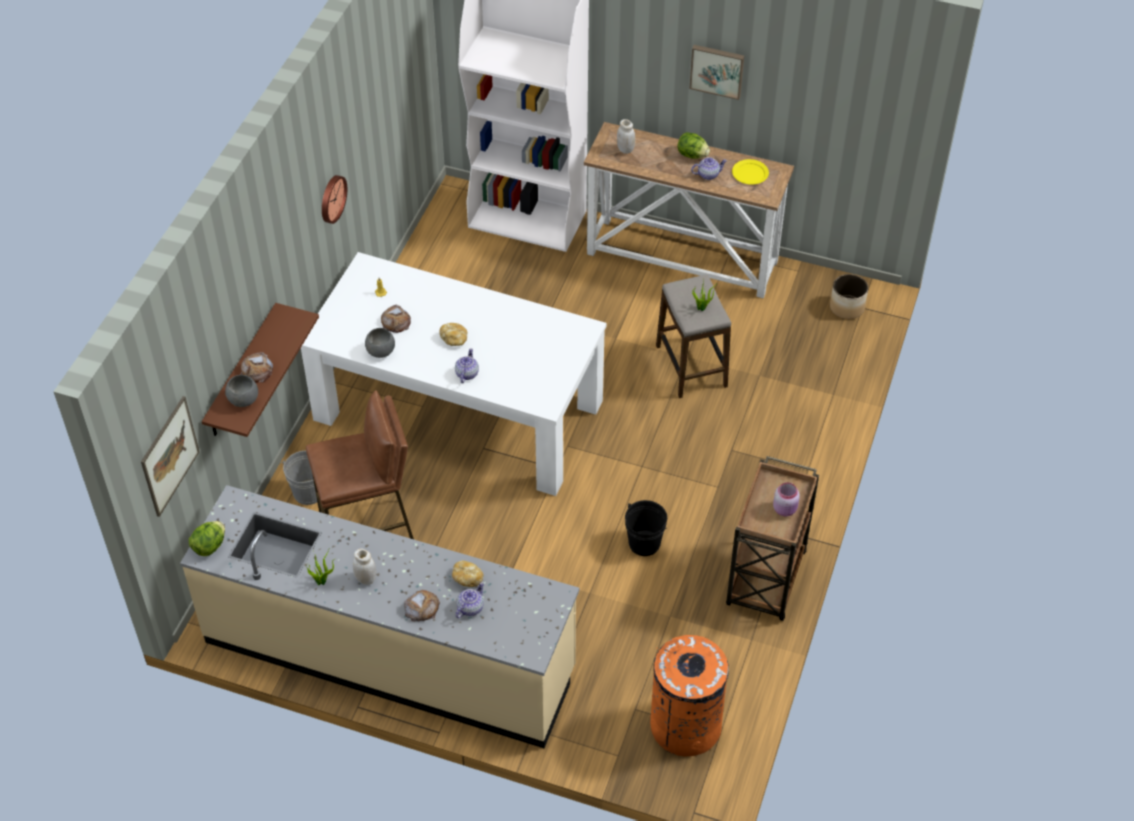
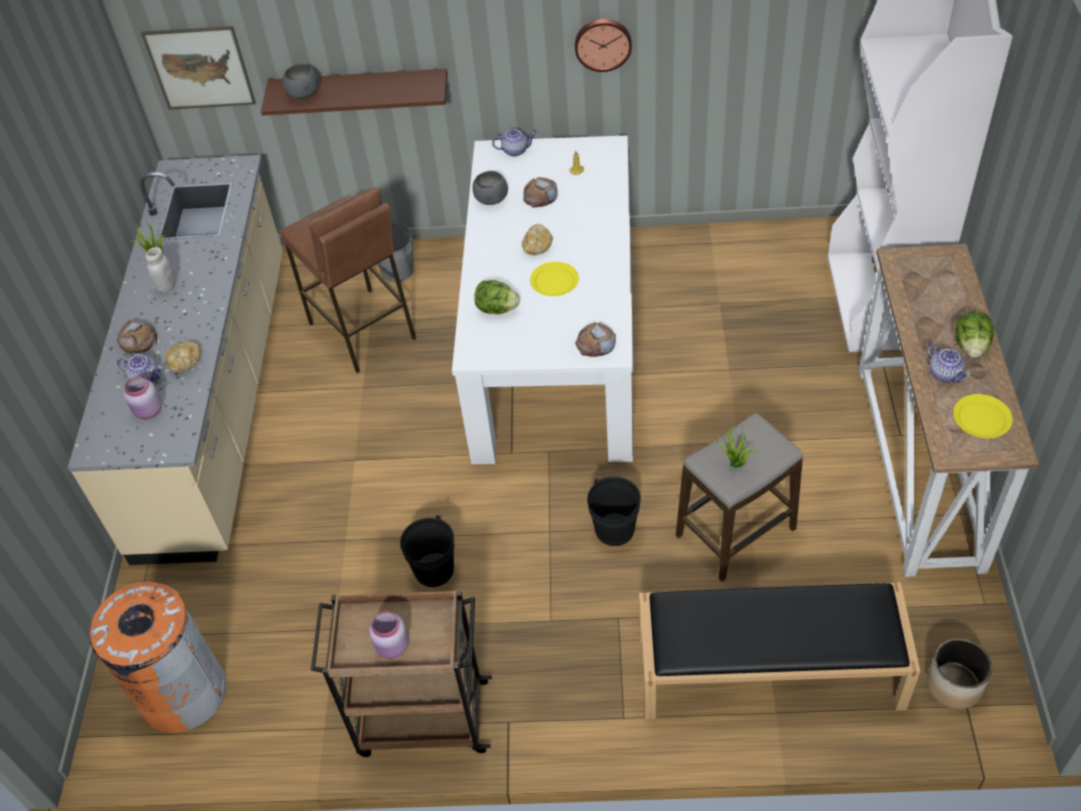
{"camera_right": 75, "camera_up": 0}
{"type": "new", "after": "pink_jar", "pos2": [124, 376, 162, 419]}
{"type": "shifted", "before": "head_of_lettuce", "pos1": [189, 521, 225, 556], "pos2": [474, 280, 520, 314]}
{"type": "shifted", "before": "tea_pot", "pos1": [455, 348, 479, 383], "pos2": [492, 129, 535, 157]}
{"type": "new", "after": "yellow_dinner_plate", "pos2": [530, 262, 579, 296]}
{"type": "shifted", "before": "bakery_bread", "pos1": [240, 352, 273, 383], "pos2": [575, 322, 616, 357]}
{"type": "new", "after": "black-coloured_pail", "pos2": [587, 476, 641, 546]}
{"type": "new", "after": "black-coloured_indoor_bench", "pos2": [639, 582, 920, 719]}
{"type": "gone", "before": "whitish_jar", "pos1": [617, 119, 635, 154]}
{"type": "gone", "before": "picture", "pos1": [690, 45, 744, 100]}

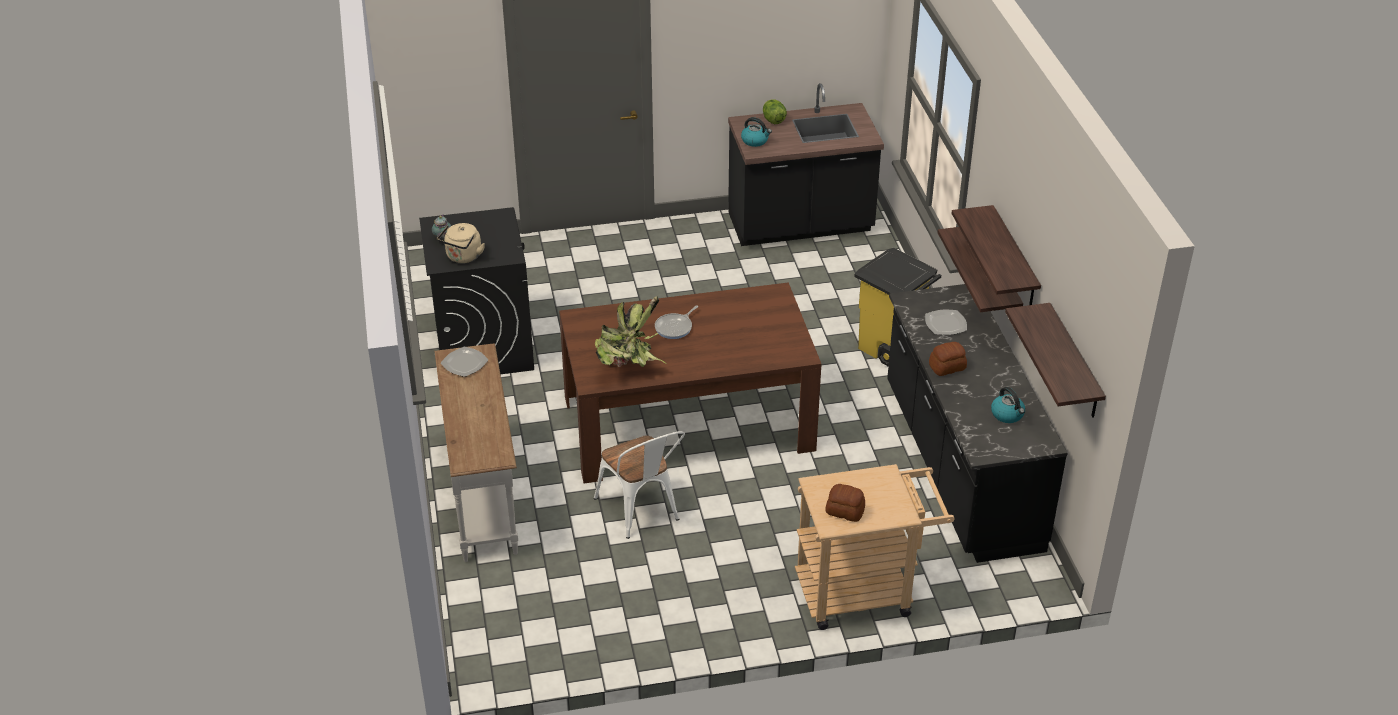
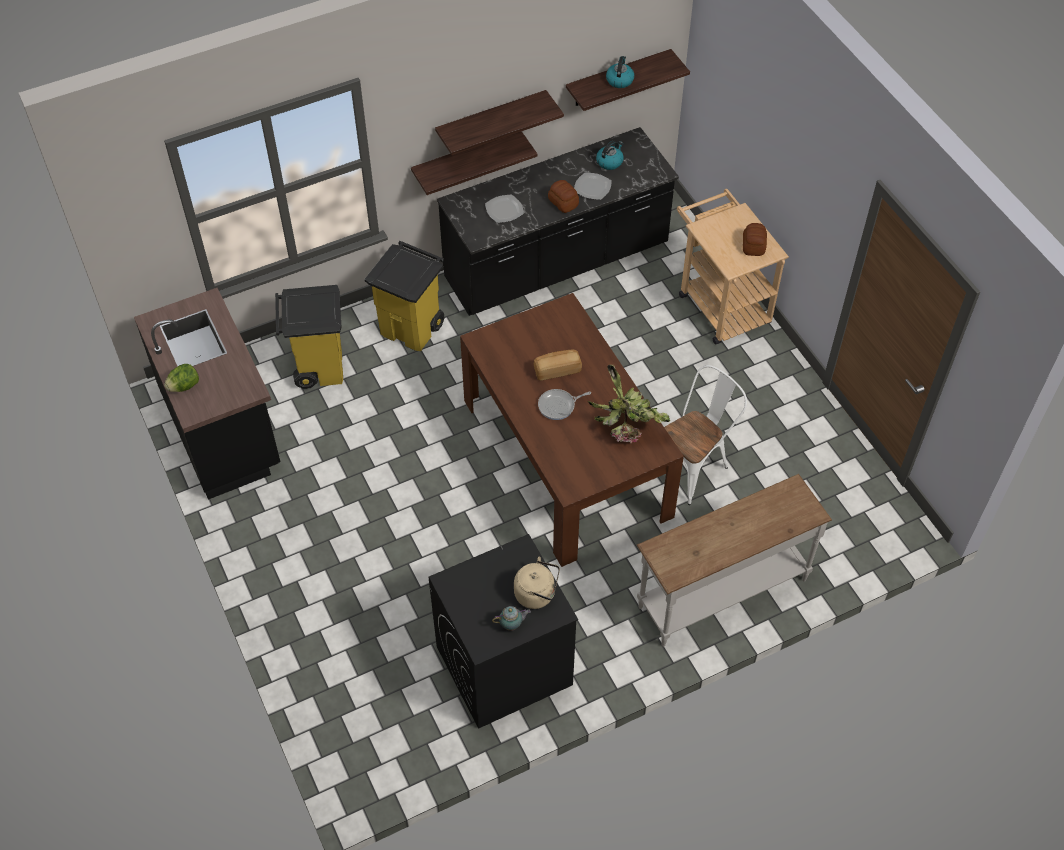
{"camera_right": -105, "camera_up": 15}
{"type": "new", "after": "yellow_trash_can", "pos2": [275, 285, 343, 389]}
{"type": "new", "after": "bakery_bread", "pos2": [534, 350, 582, 381]}
{"type": "rotated", "before": "pan", "pos1": [655, 305, 698, 339], "pos2": [538, 389, 591, 420], "turn": 135}
{"type": "shifted", "before": "dinner_plate", "pos1": [441, 346, 488, 377], "pos2": [574, 172, 612, 200]}
{"type": "shifted", "before": "kettle", "pos1": [741, 117, 772, 147], "pos2": [606, 56, 634, 88]}

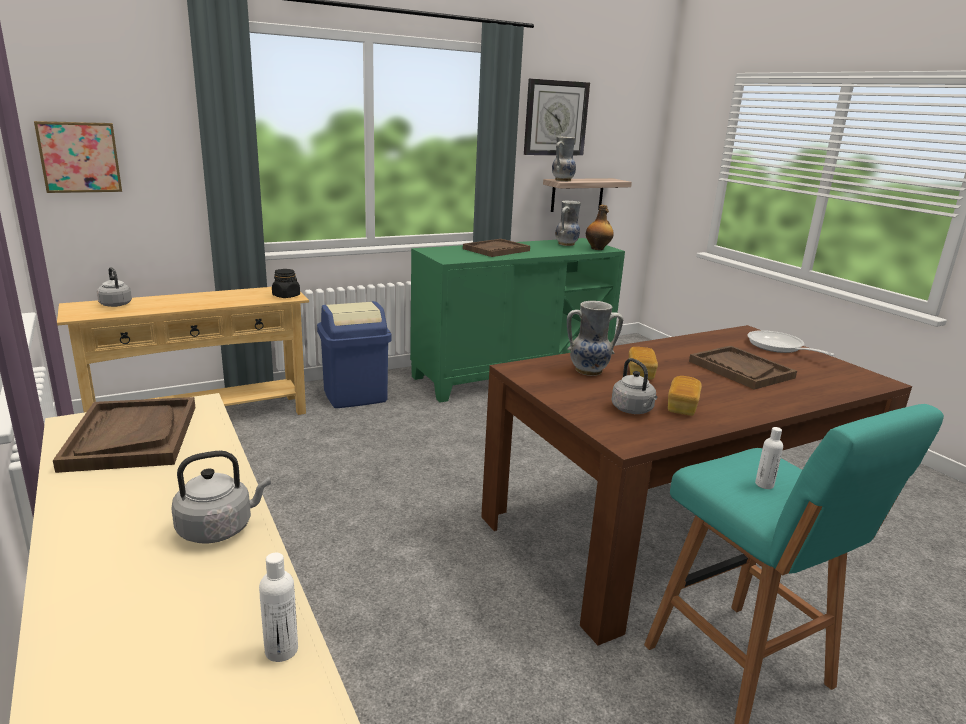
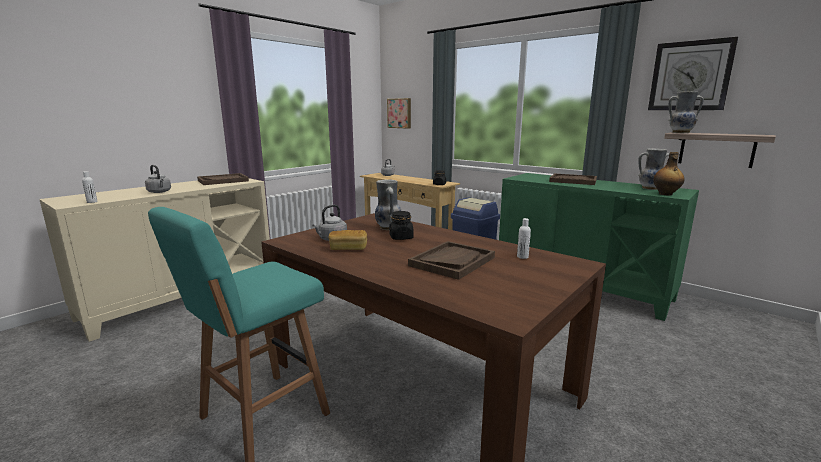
{"camera_right": 70, "camera_up": -5}
{"type": "swapped", "before": "bakery_bread", "after": "black-coloured_jar", "pos1": [629, 347, 658, 380], "pos2": [389, 211, 414, 240]}
{"type": "shifted", "before": "whitish_beverage_bottle", "pos1": [755, 427, 783, 489], "pos2": [517, 218, 531, 259]}
{"type": "gone", "before": "pan", "pos1": [747, 330, 835, 356]}

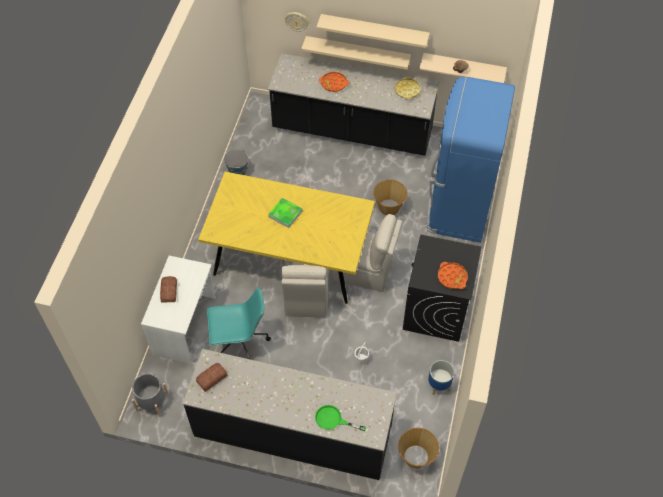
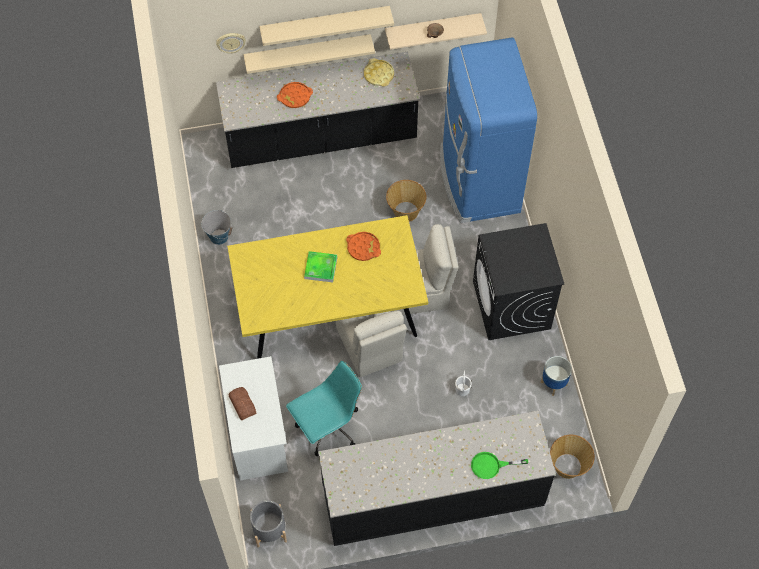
{"camera_right": -25, "camera_up": 5}
{"type": "shifted", "before": "orange-coloured_tray", "pos1": [438, 262, 468, 289], "pos2": [346, 232, 381, 261]}
{"type": "gone", "before": "bakery_bread", "pos1": [196, 363, 227, 392]}

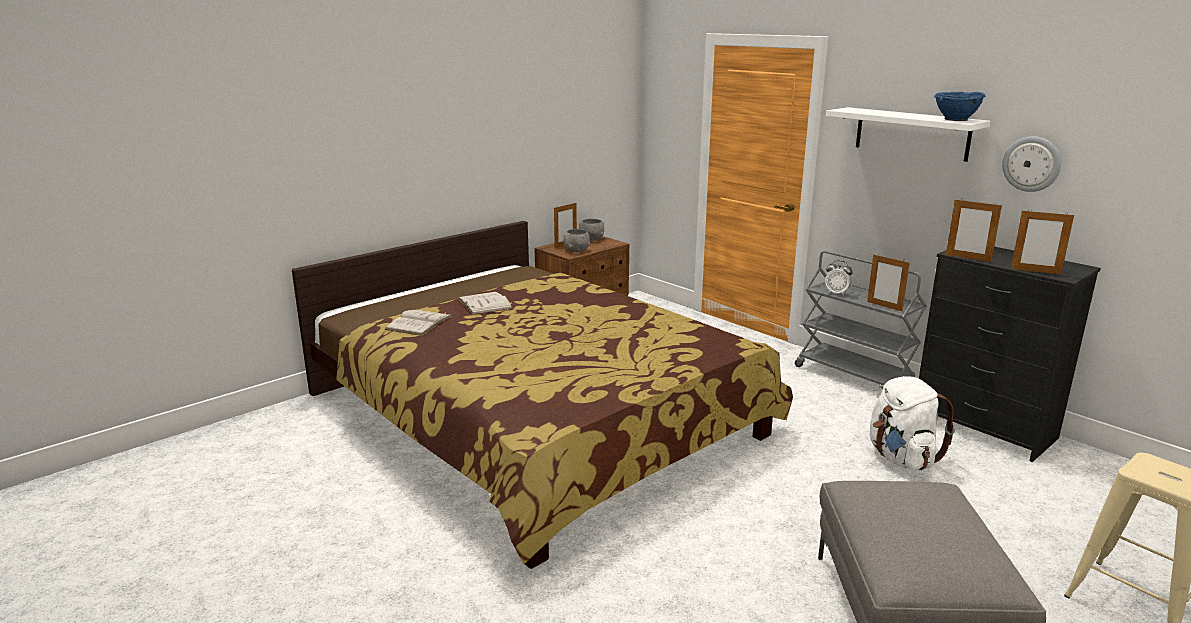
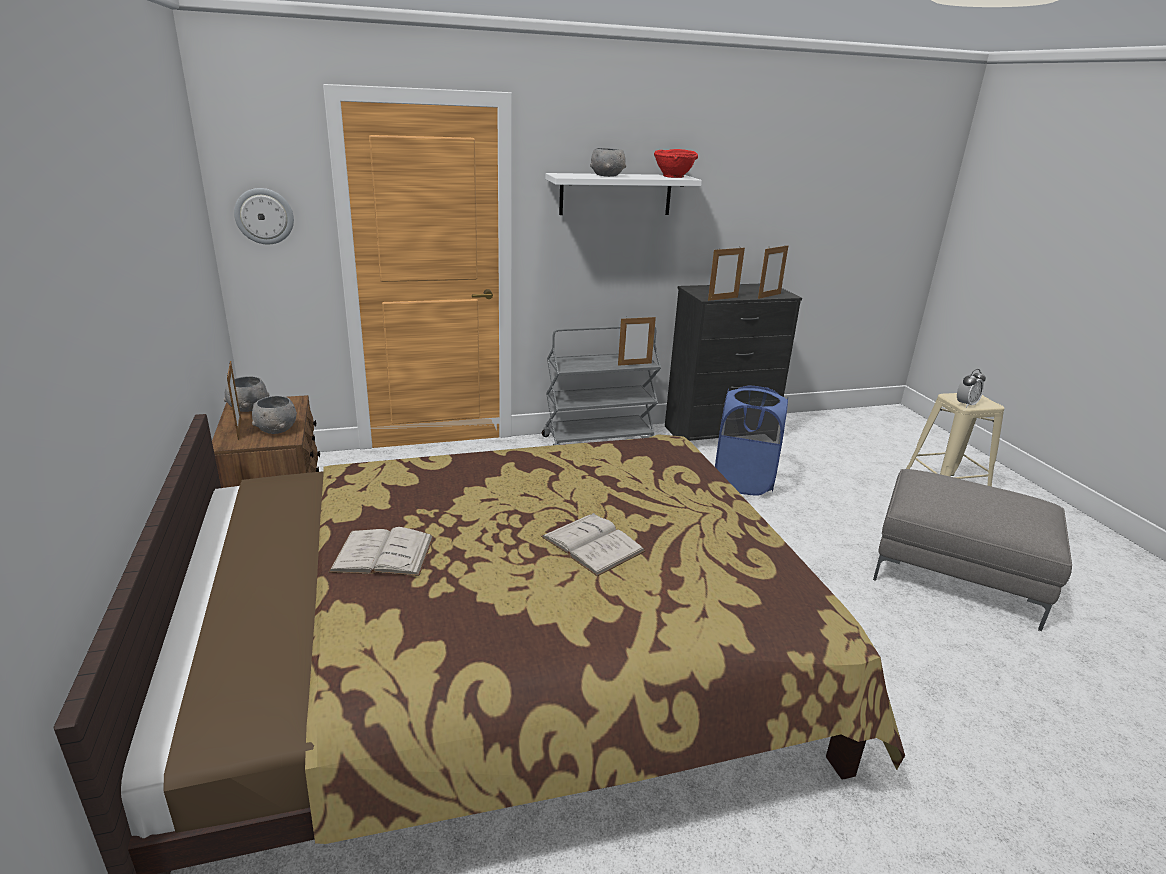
{"camera_right": -65, "camera_up": 5}
{"type": "shifted", "before": "clock_on_the_wall", "pos1": [1002, 136, 1061, 192], "pos2": [234, 188, 294, 245]}
{"type": "shifted", "before": "whitish_book", "pos1": [384, 309, 452, 336], "pos2": [541, 513, 645, 576]}
{"type": "new", "after": "greyish_bowl", "pos2": [590, 148, 626, 177]}
{"type": "repainted", "before": "bluish_bowl", "after": "red_bowl", "pos1": [934, 92, 986, 121], "pos2": [654, 149, 698, 178]}
{"type": "swapped", "before": "whitish_backpack", "after": "bluish_hamper", "pos1": [870, 376, 955, 471], "pos2": [715, 385, 788, 496]}
{"type": "shifted", "before": "table_clock", "pos1": [825, 260, 853, 295], "pos2": [957, 369, 986, 408]}

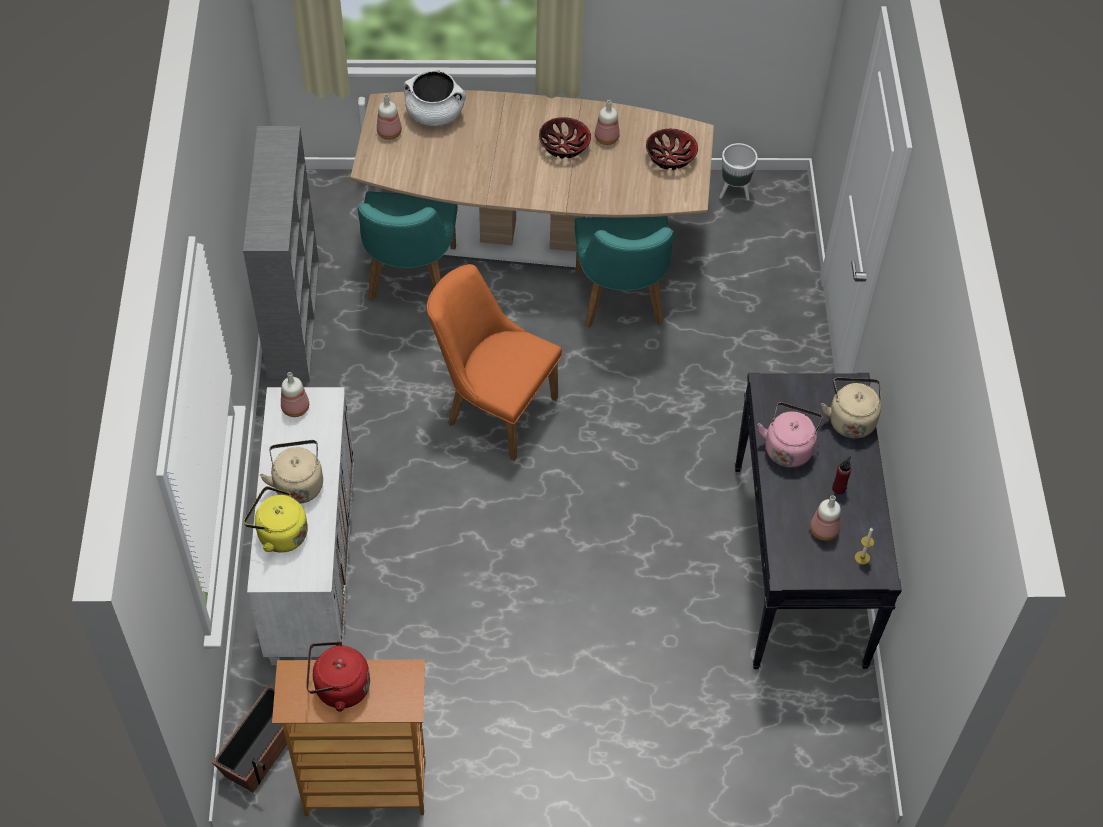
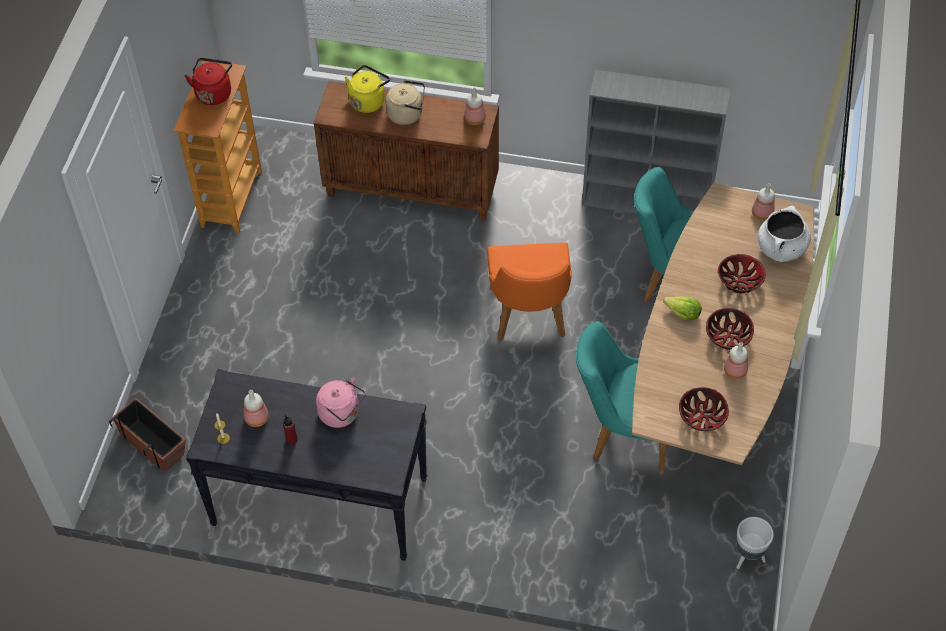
{"camera_right": 105, "camera_up": 0}
{"type": "shifted", "before": "flower_pot", "pos1": [212, 685, 287, 793], "pos2": [109, 398, 186, 472]}
{"type": "repainted", "before": "whitish_cabinet", "after": "brown_cabinet", "pos1": [247, 387, 354, 665], "pos2": [314, 81, 499, 221]}
{"type": "rotated", "before": "orange-coloured_chair", "pos1": [427, 264, 562, 461], "pos2": [487, 243, 572, 341], "turn": 135}
{"type": "new", "after": "head_of_lettuce", "pos2": [663, 297, 702, 320]}
{"type": "new", "after": "bowl", "pos2": [718, 254, 766, 293]}
{"type": "gone", "before": "beige_kettle", "pos1": [821, 378, 881, 439]}

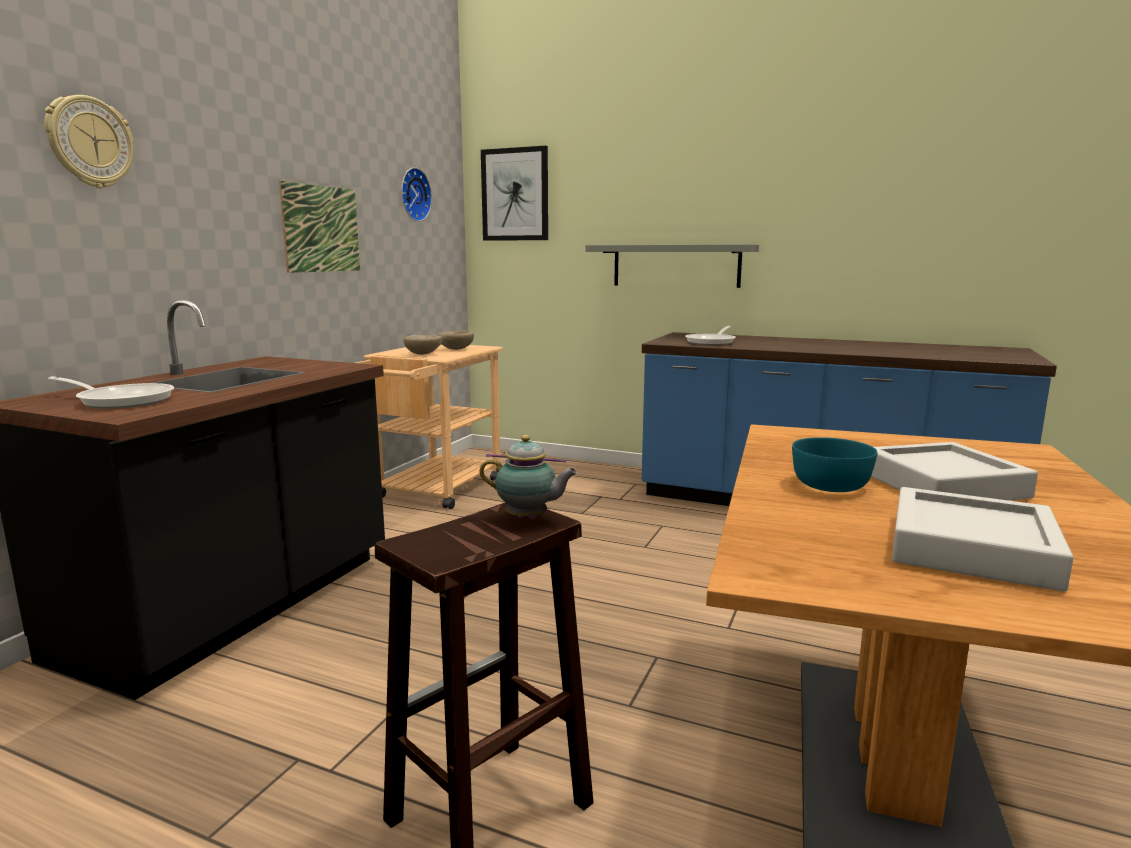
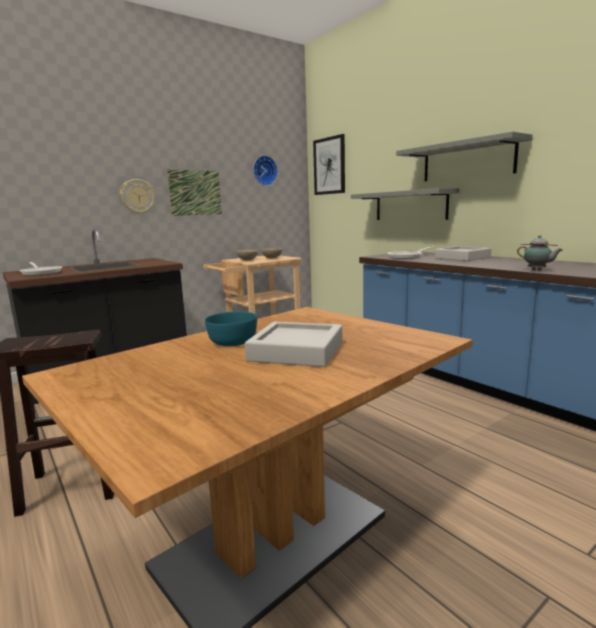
{"camera_right": 30, "camera_up": 0}
{"type": "shifted", "before": "clock_on_the_wall", "pos1": [44, 95, 133, 188], "pos2": [120, 179, 155, 215]}
{"type": "new", "after": "greyish_bracket_shelf", "pos2": [396, 131, 533, 181]}
{"type": "shifted", "before": "greyish_tray", "pos1": [892, 487, 1073, 592], "pos2": [435, 246, 491, 261]}
{"type": "shifted", "before": "tea_pot", "pos1": [479, 435, 578, 519], "pos2": [517, 235, 563, 271]}

